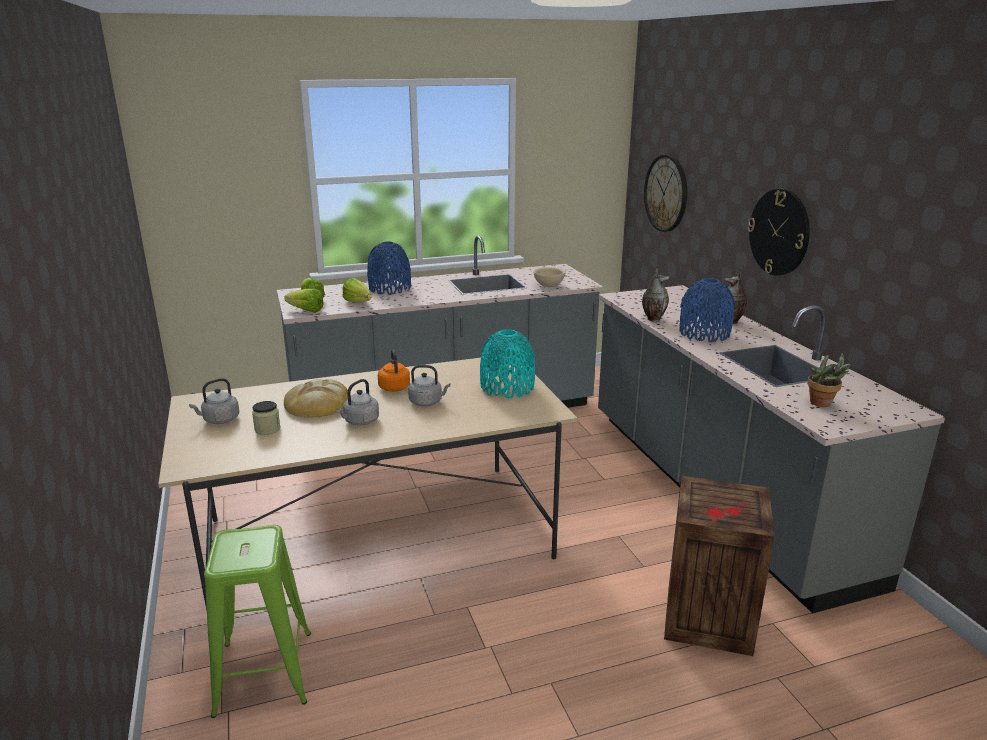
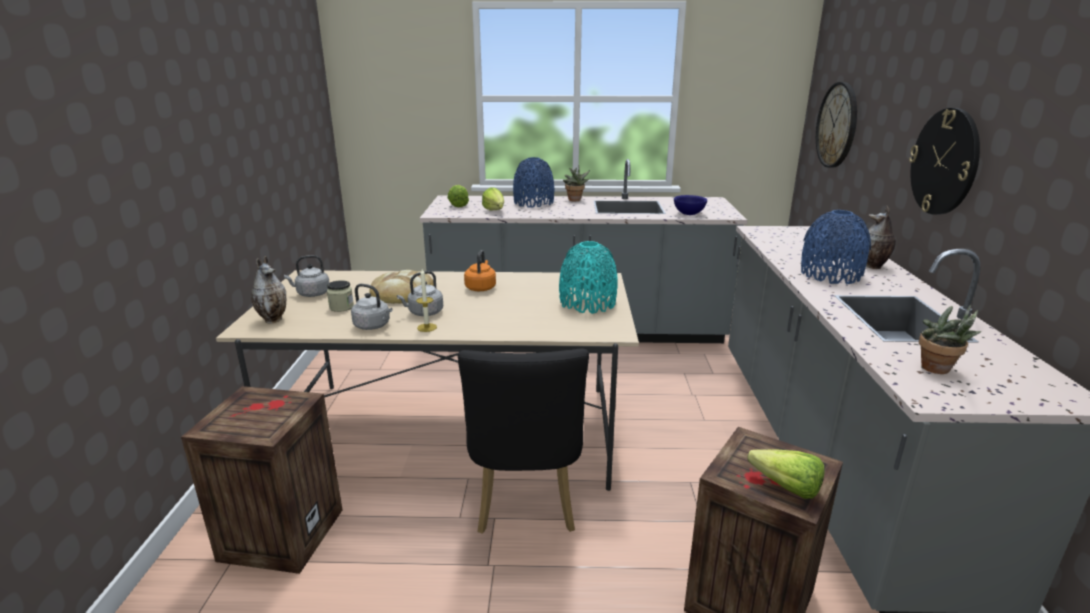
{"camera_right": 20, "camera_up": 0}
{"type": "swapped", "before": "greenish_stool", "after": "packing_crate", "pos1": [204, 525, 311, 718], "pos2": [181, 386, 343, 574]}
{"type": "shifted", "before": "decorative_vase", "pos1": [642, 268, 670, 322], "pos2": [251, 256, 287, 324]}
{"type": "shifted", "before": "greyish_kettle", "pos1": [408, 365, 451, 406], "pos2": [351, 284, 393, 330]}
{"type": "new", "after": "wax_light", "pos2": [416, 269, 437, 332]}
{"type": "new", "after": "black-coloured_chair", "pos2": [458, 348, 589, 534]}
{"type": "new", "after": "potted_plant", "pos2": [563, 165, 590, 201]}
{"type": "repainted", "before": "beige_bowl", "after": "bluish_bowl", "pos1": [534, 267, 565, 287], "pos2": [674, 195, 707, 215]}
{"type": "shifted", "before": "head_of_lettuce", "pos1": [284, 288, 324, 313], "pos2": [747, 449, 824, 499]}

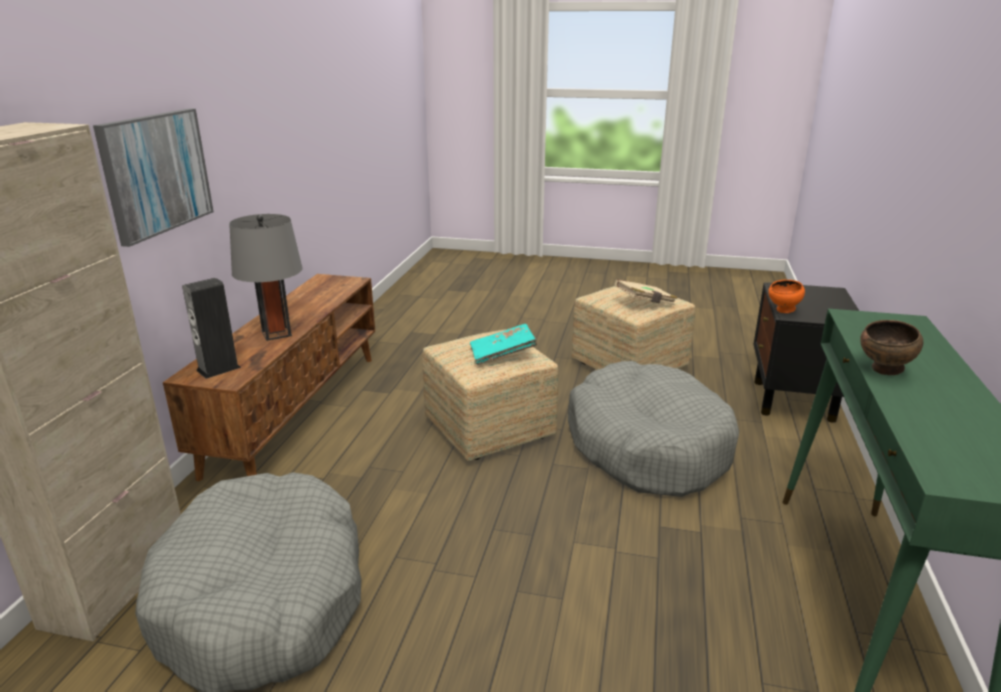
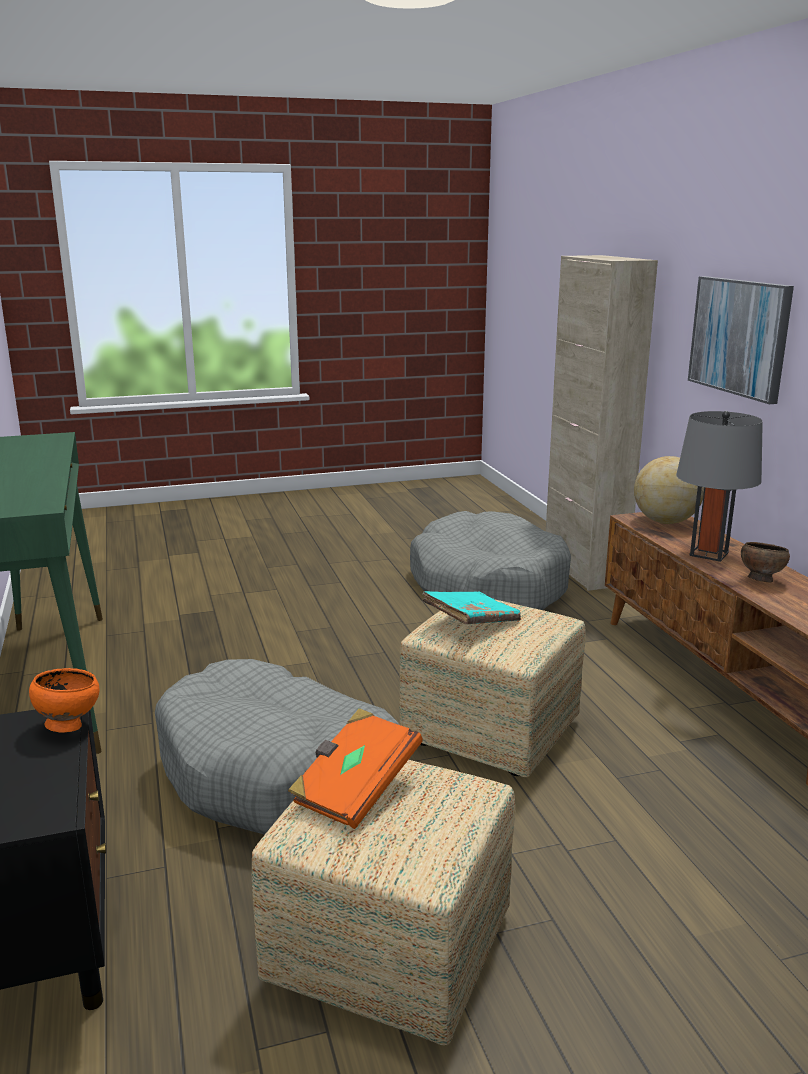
{"camera_right": 150, "camera_up": -5}
{"type": "repainted", "before": "beige_book", "after": "orange-coloured_book", "pos1": [614, 280, 677, 305], "pos2": [288, 708, 423, 829]}
{"type": "swapped", "before": "speaker", "after": "world_globe", "pos1": [182, 278, 241, 379], "pos2": [634, 456, 704, 524]}
{"type": "shifted", "before": "brown_bowl", "pos1": [860, 320, 923, 375], "pos2": [741, 542, 790, 582]}

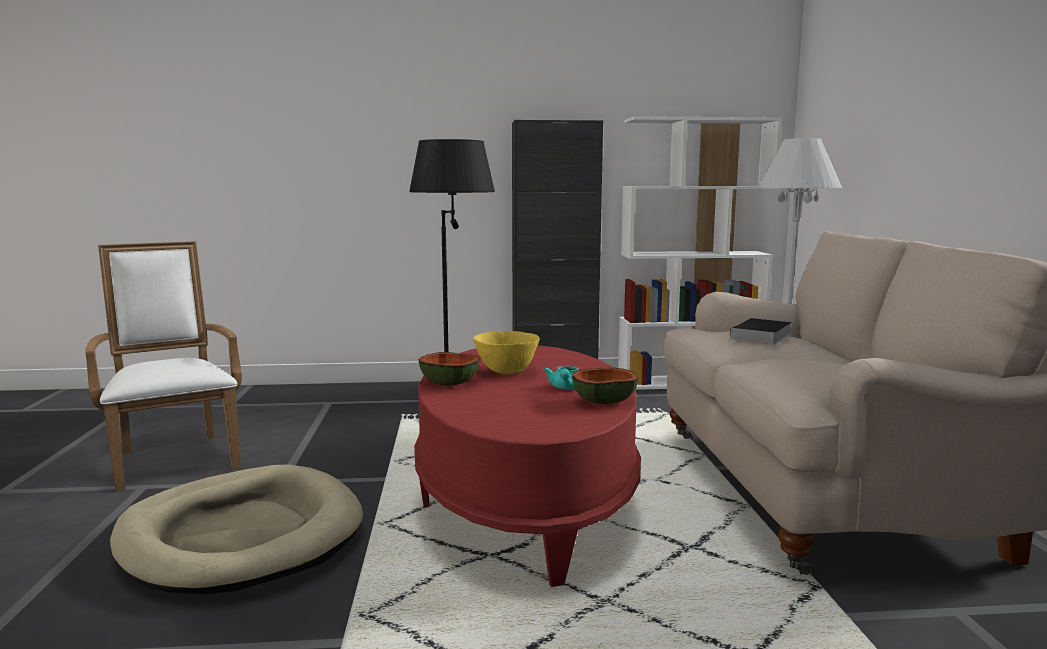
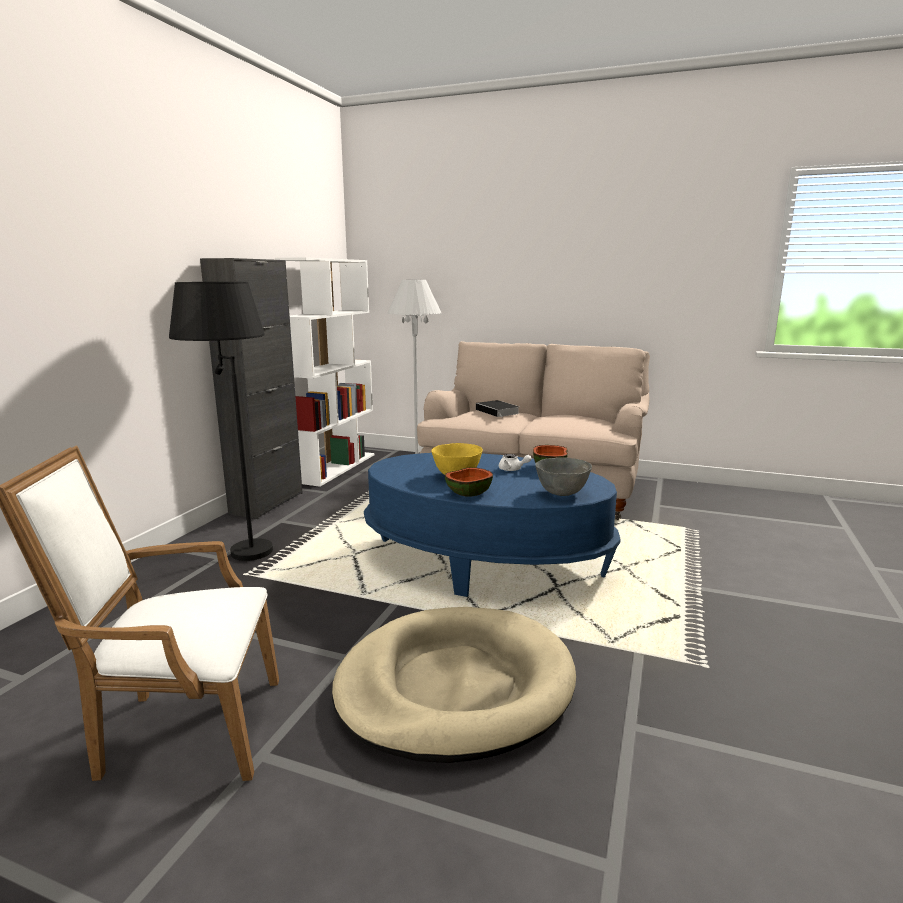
{"camera_right": -65, "camera_up": 5}
{"type": "repainted", "before": "red_coffee_table", "after": "bluish_coffee_table", "pos1": [414, 345, 641, 587], "pos2": [364, 453, 621, 597]}
{"type": "repainted", "before": "turquoise_tea_pot", "after": "whitish_tea_pot", "pos1": [544, 365, 579, 389], "pos2": [499, 454, 532, 471]}
{"type": "new", "after": "greyish_bowl", "pos2": [535, 457, 592, 496]}

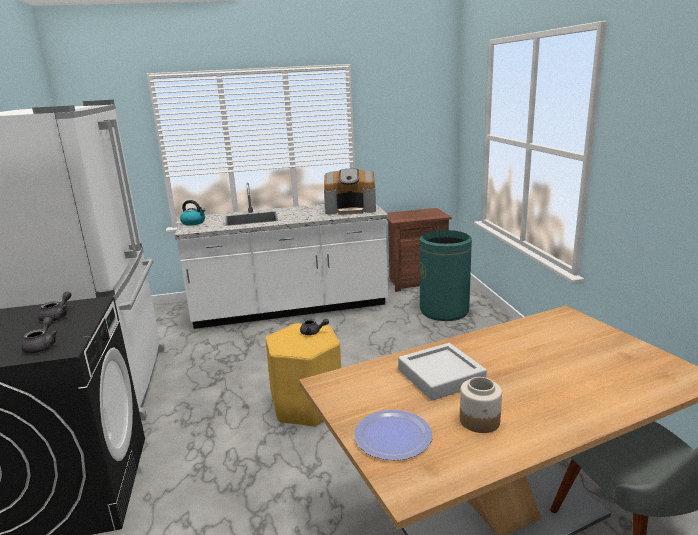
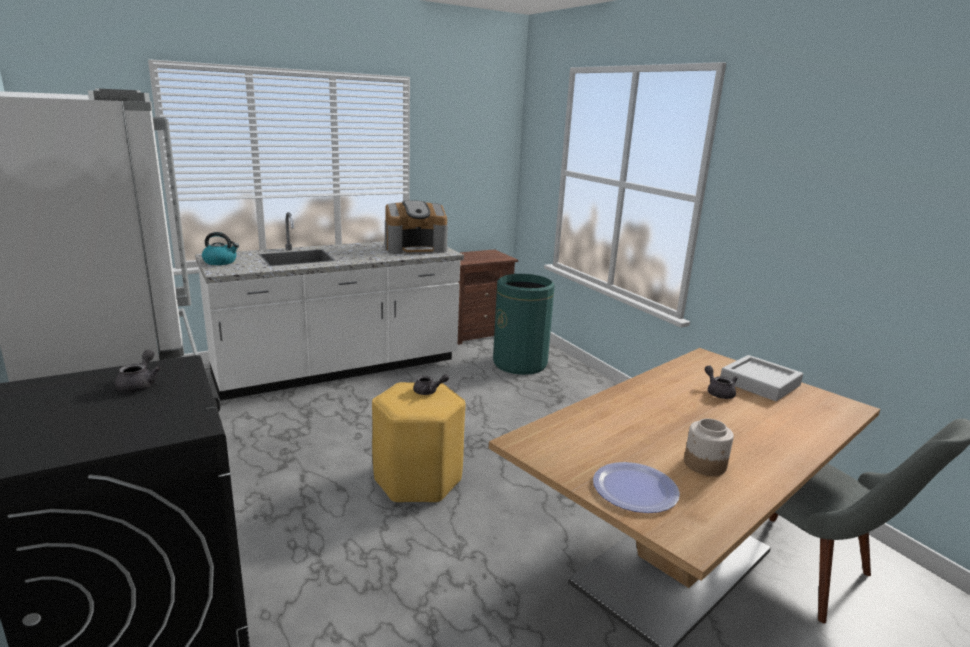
{"camera_right": -20, "camera_up": 0}
{"type": "shifted", "before": "greyish_tea_pot", "pos1": [22, 317, 58, 354], "pos2": [705, 366, 737, 399]}
{"type": "shifted", "before": "greyish_tray", "pos1": [398, 343, 487, 401], "pos2": [720, 355, 803, 401]}

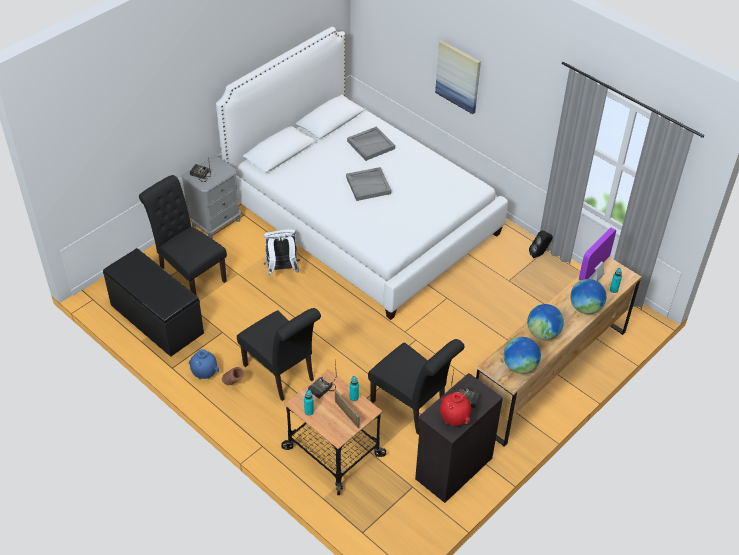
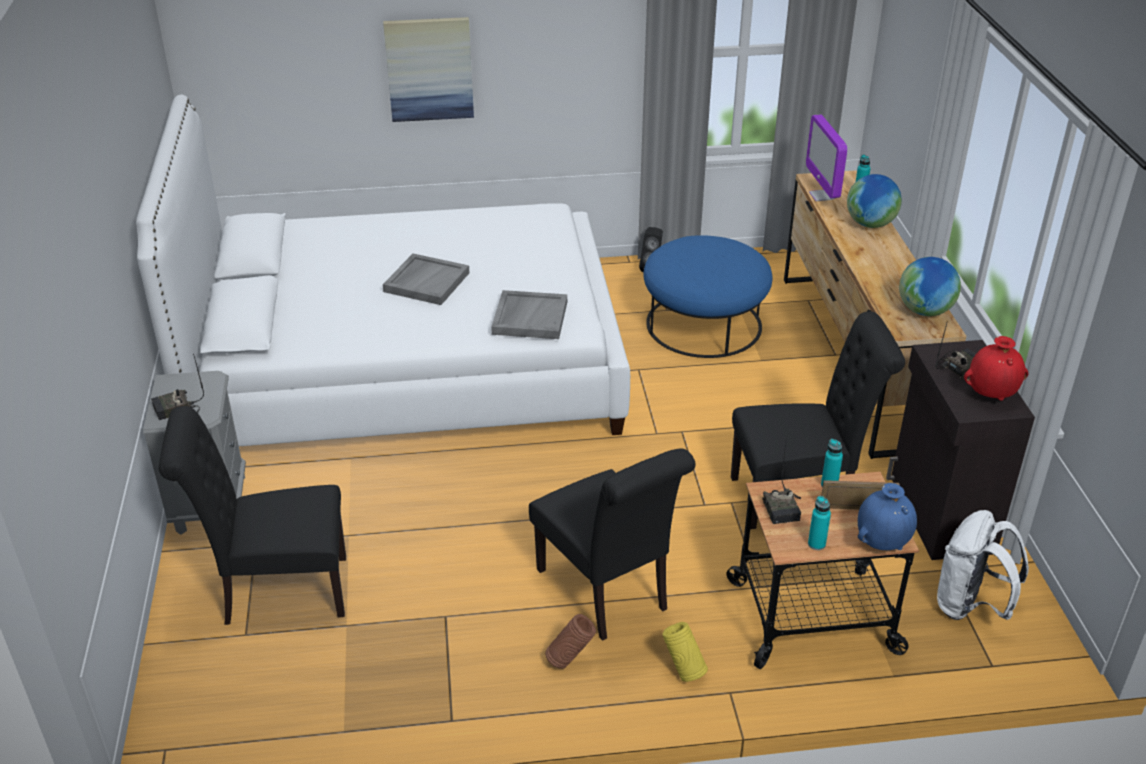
{"camera_right": -50, "camera_up": -10}
{"type": "shifted", "before": "greyish_tray", "pos1": [347, 126, 395, 161], "pos2": [491, 290, 567, 339]}
{"type": "rotated", "before": "black-coloured_chair", "pos1": [237, 308, 321, 401], "pos2": [529, 448, 695, 641], "turn": 60}
{"type": "new", "after": "bluish_ottoman", "pos2": [644, 235, 772, 358]}
{"type": "new", "after": "yellow_decorative_vase", "pos2": [662, 622, 708, 682]}
{"type": "shifted", "before": "bluish_decorative_vase", "pos1": [189, 349, 219, 380], "pos2": [858, 483, 917, 550]}
{"type": "shifted", "before": "whitish_backpack", "pos1": [264, 229, 300, 276], "pos2": [937, 510, 1029, 620]}
{"type": "gone", "before": "black-coloured_indoor_bench", "pos1": [103, 248, 204, 357]}
{"type": "gone", "before": "world_globe", "pos1": [527, 304, 564, 340]}

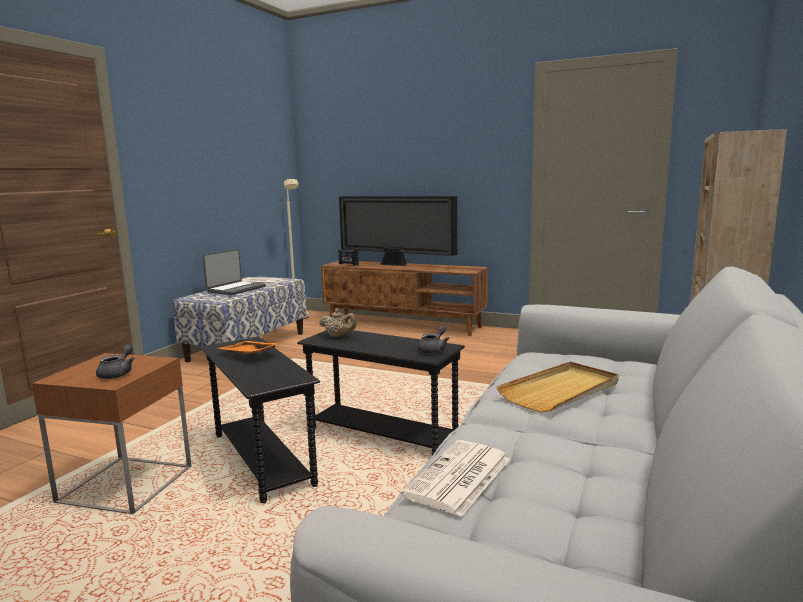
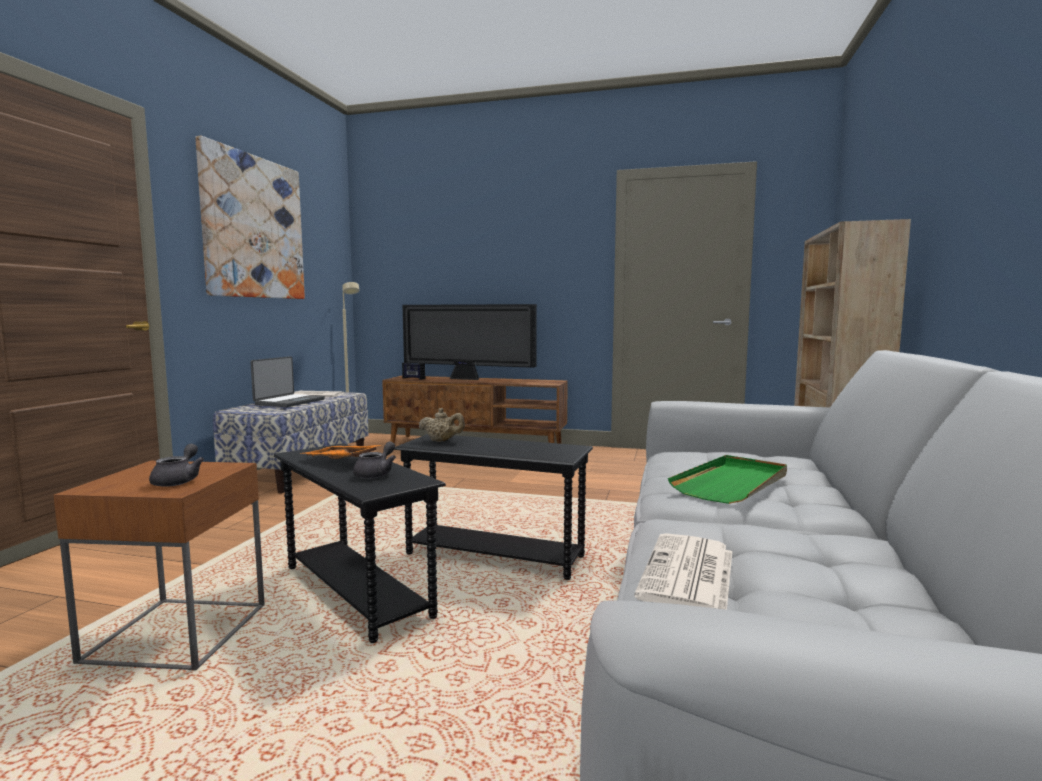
{"camera_right": -10, "camera_up": -5}
{"type": "new", "after": "picture", "pos2": [195, 136, 305, 299]}
{"type": "shifted", "before": "greyish_tea_pot", "pos1": [418, 325, 450, 354], "pos2": [353, 441, 396, 479]}
{"type": "repainted", "before": "beige_tray", "after": "greenish_tray", "pos1": [497, 362, 619, 412], "pos2": [668, 455, 787, 504]}

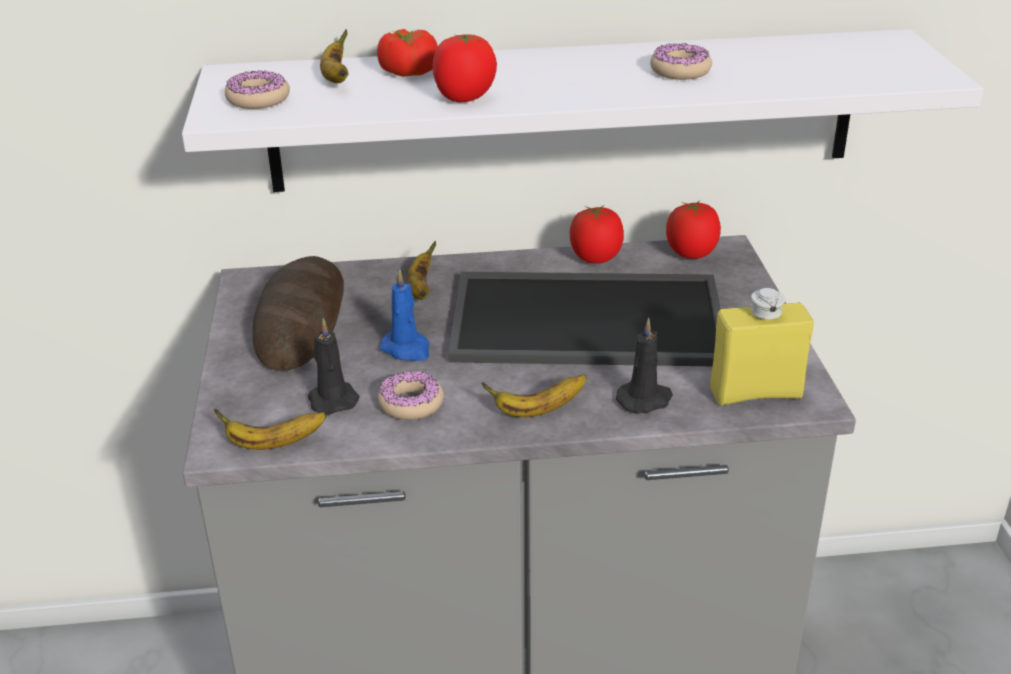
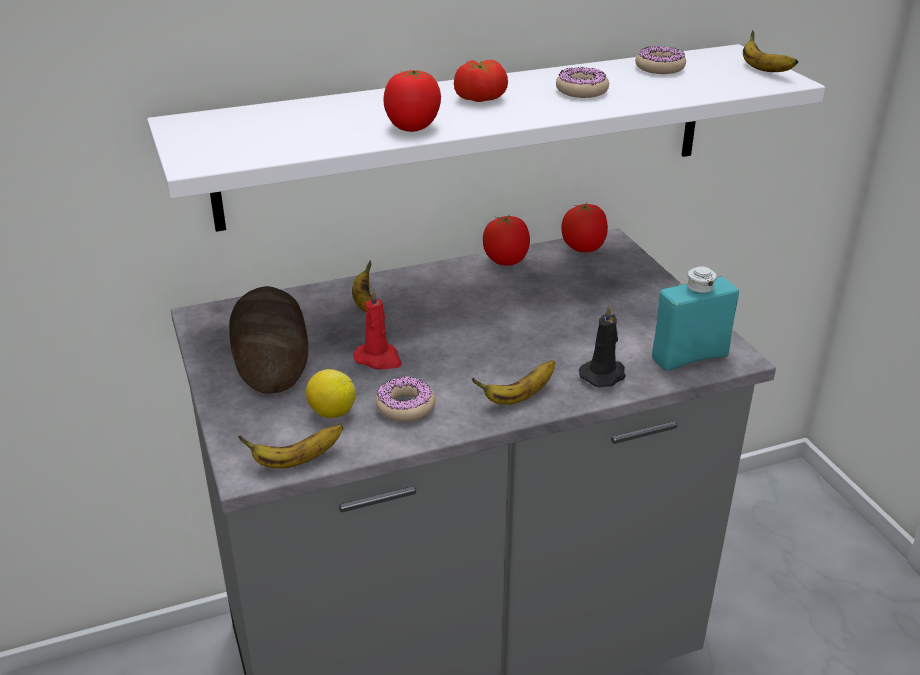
{"camera_right": -15, "camera_up": 0}
{"type": "swapped", "before": "black-coloured_wax_light", "after": "citrus_fruit", "pos1": [308, 318, 360, 415], "pos2": [306, 369, 356, 418]}
{"type": "repainted", "before": "bluish_wax_light", "after": "red_wax_light", "pos1": [379, 269, 429, 361], "pos2": [354, 287, 402, 369]}
{"type": "shifted", "before": "fresh_tomato", "pos1": [377, 29, 438, 77], "pos2": [454, 60, 508, 102]}
{"type": "shifted", "before": "donut", "pos1": [225, 71, 290, 109], "pos2": [635, 46, 686, 74]}
{"type": "repainted", "before": "yellow_beverage_bottle", "after": "turquoise_beverage_bottle", "pos1": [710, 288, 814, 405], "pos2": [652, 266, 739, 371]}
{"type": "shifted", "before": "whole_banana", "pos1": [320, 30, 349, 83], "pos2": [743, 31, 798, 72]}
{"type": "gone", "before": "tray", "pos1": [448, 272, 721, 366]}

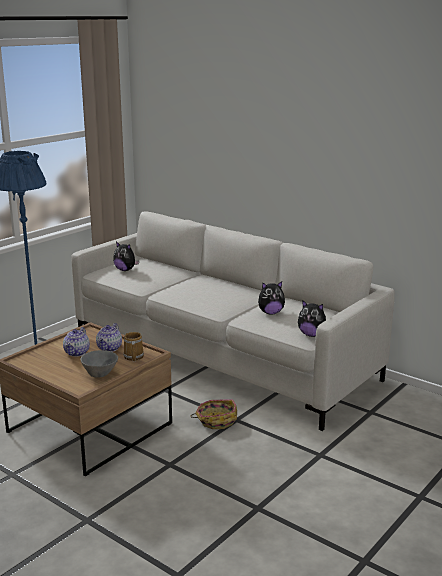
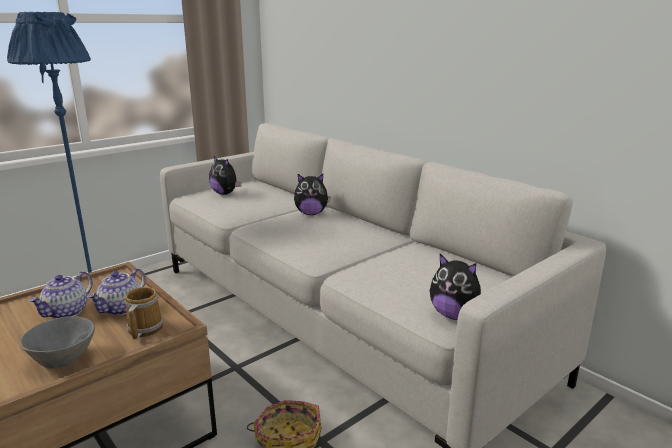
{"camera_right": 10, "camera_up": 0}
{"type": "shifted", "before": "soft_toy", "pos1": [258, 281, 285, 315], "pos2": [294, 174, 331, 215]}

